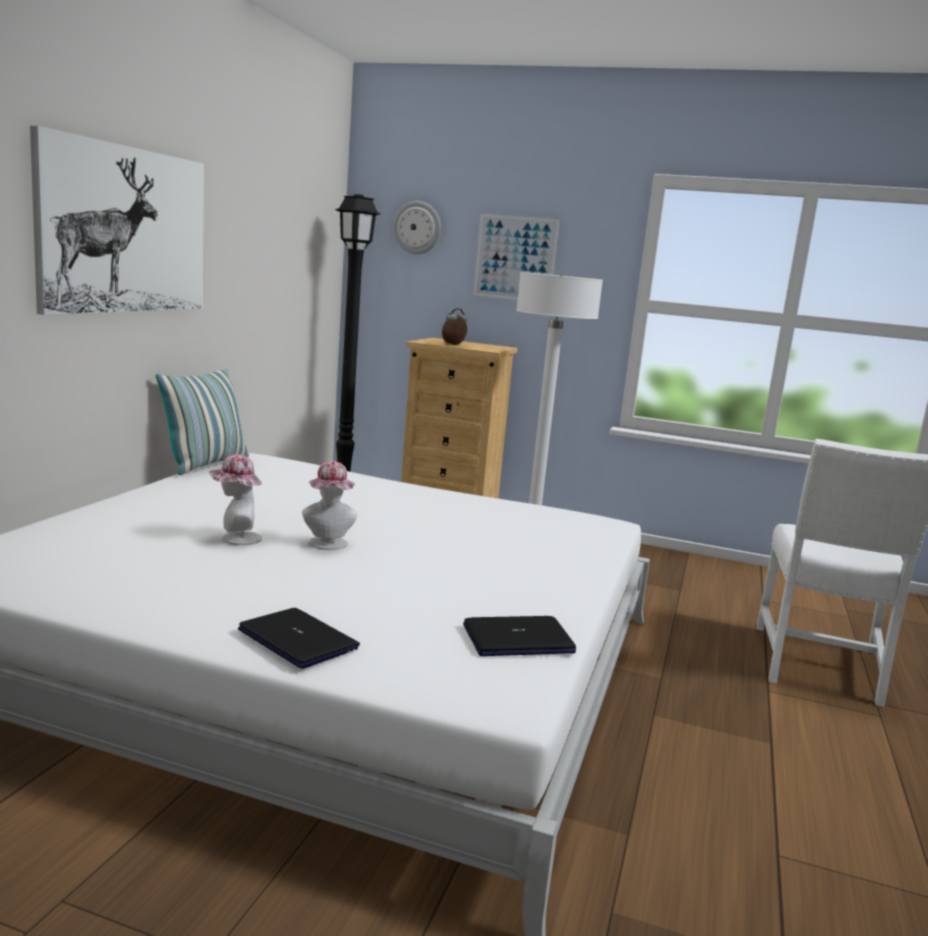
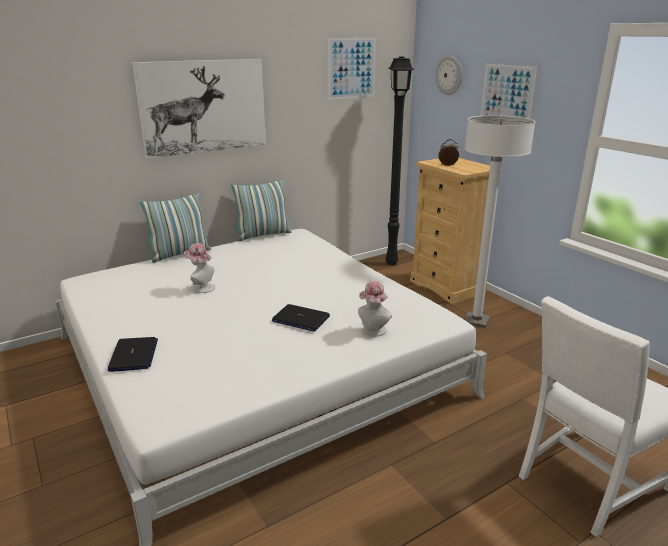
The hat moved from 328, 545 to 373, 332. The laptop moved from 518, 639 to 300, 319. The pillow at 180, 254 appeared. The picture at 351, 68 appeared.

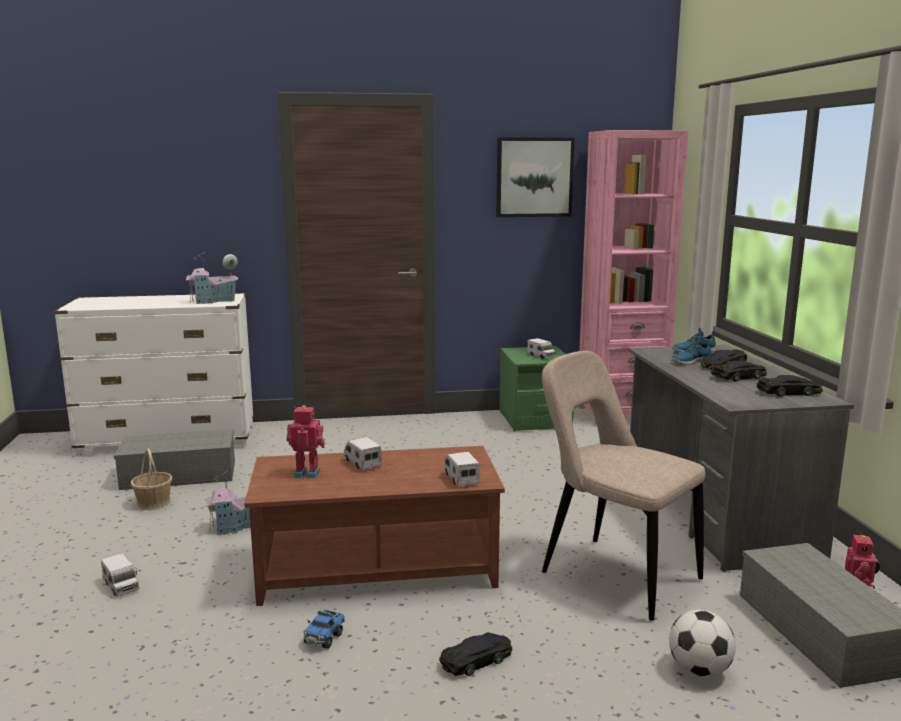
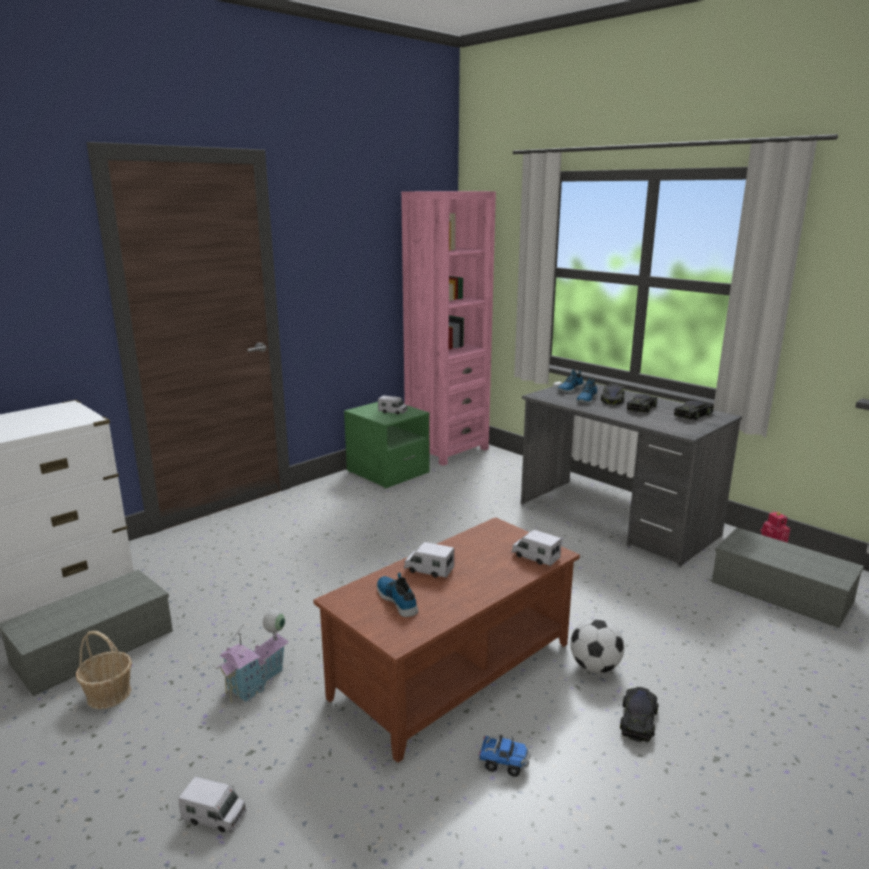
The toy house at 214, 301 disappeared. The toy robot at 307, 473 was replaced by the shoe at 398, 599. The toy truck at 324, 638 turned 60 degrees counterclockwise. The picture at 534, 177 disappeared. The chair in beige at 614, 574 disappeared. The football moved from 699, 670 to 595, 667.

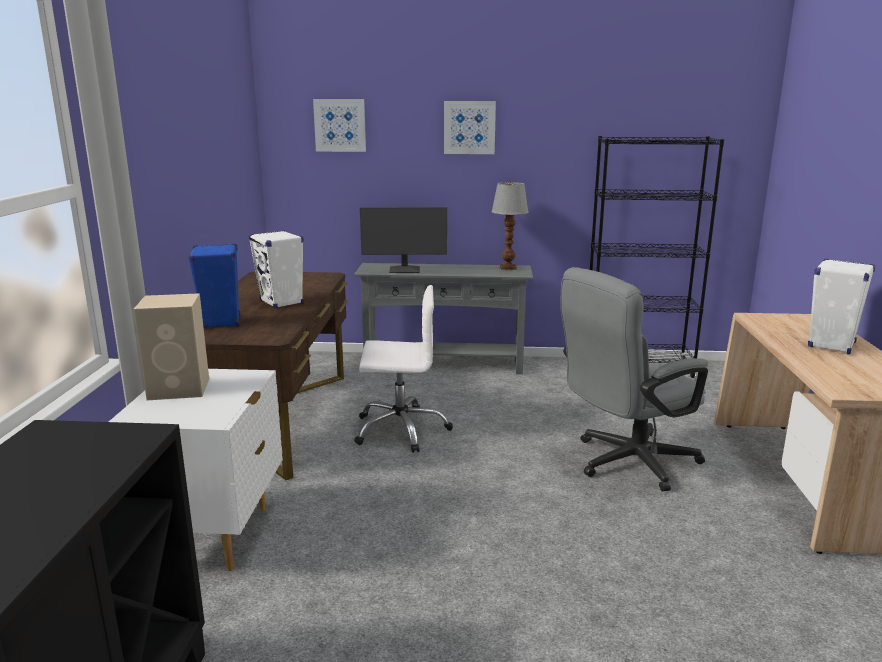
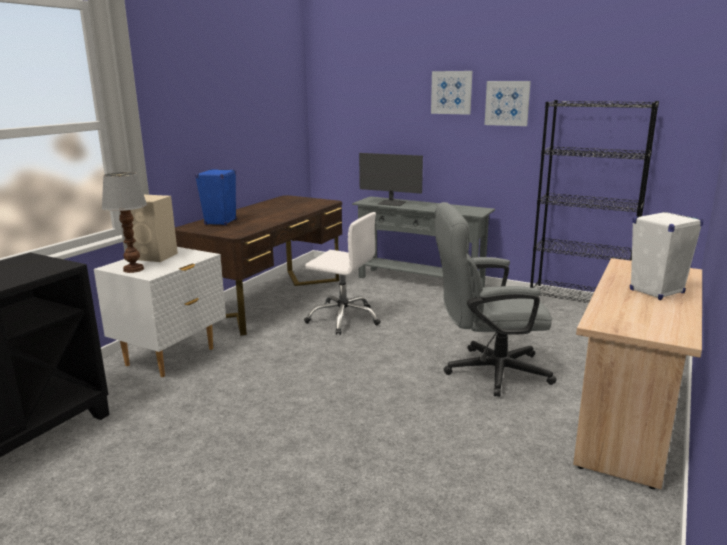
The speaker in white at 281, 302 disappeared. The picture moved from 340, 125 to 507, 103. The table lamp moved from 508, 268 to 133, 269.

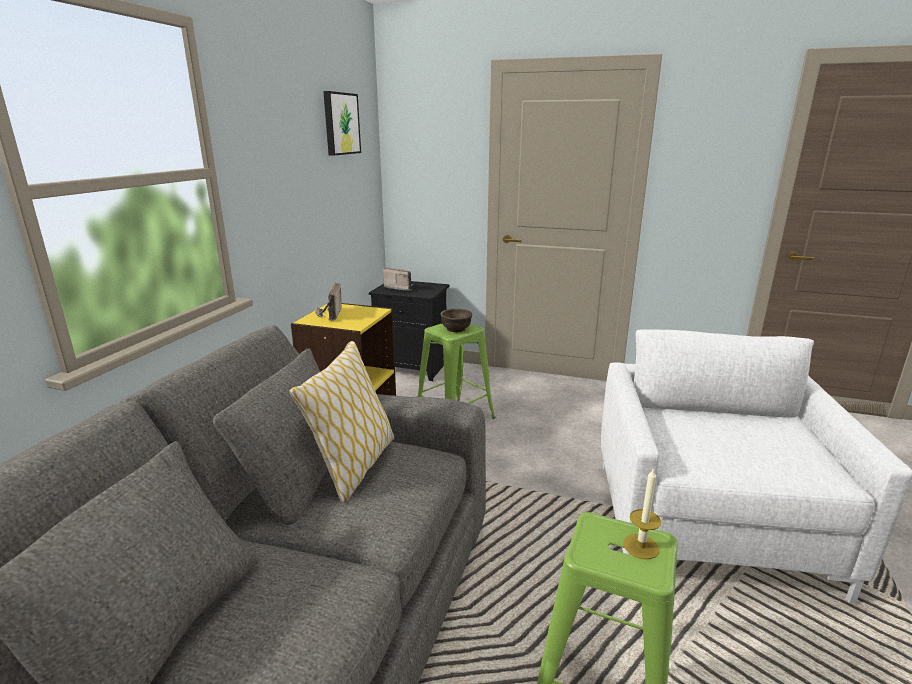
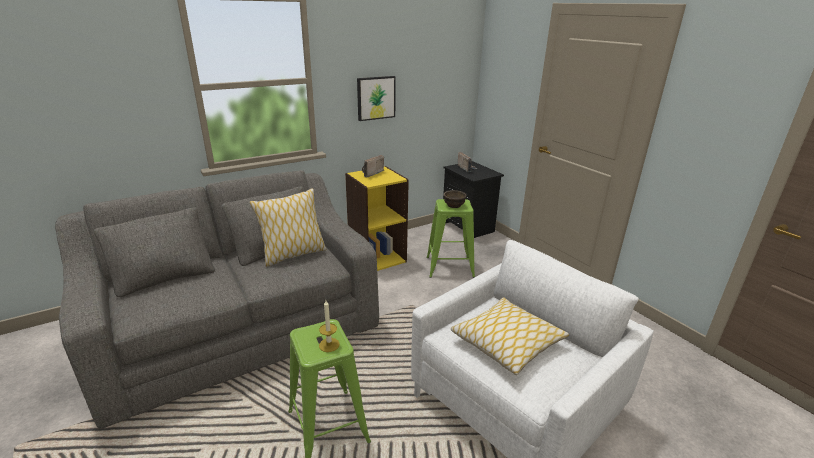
The picture moved from 340, 124 to 375, 98. The pillow at 507, 343 appeared.

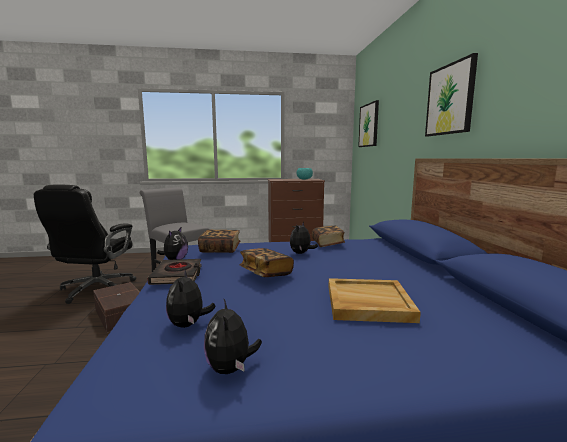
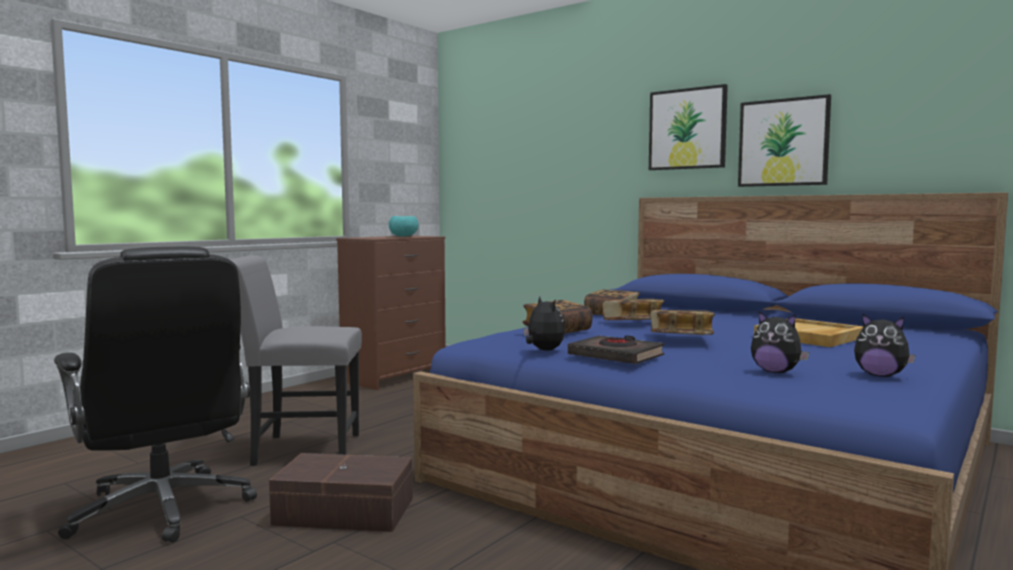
The plush toy at 301, 253 was replaced by the book at 632, 323. The picture moved from 369, 125 to 783, 142.

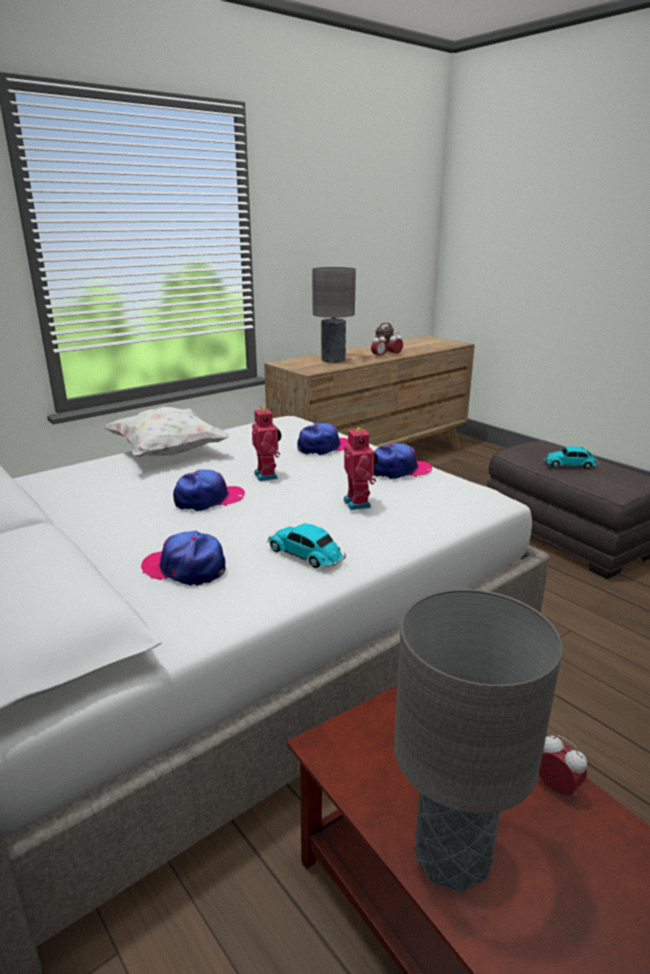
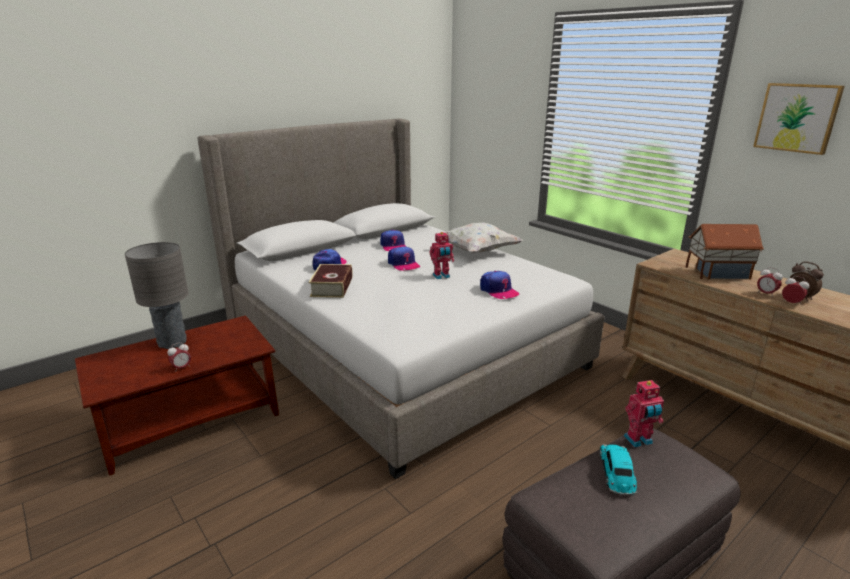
The toy car at 306, 555 was replaced by the book at 332, 287. The table lamp in grey at 333, 360 was replaced by the toy house at 717, 273. The toy robot moved from 359, 503 to 639, 441. The cap moved from 399, 470 to 393, 246. The picture at 797, 117 appeared.

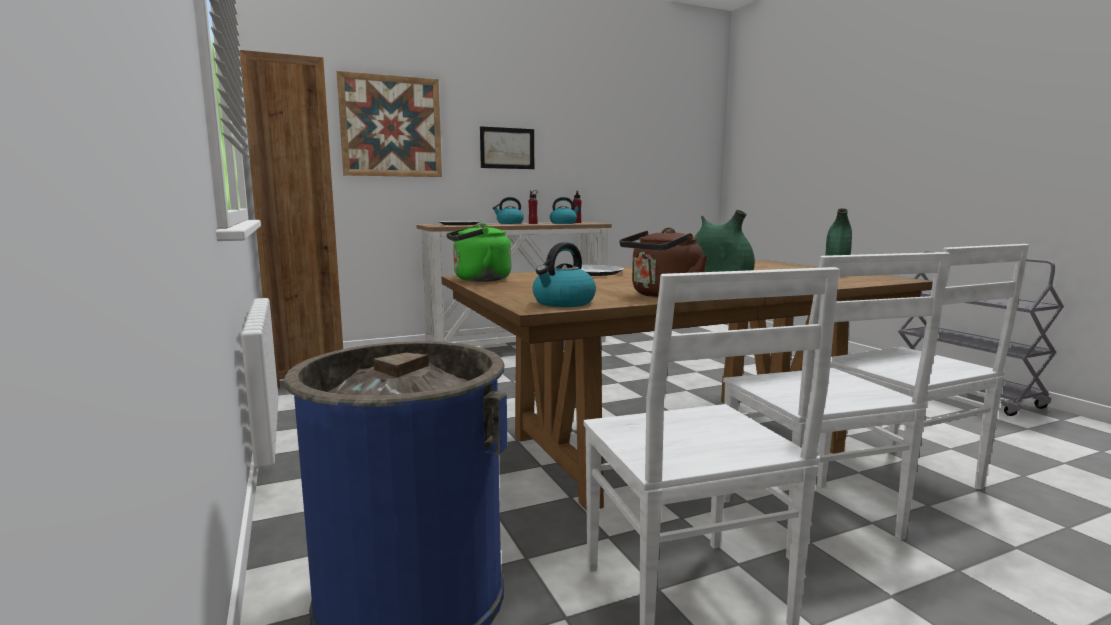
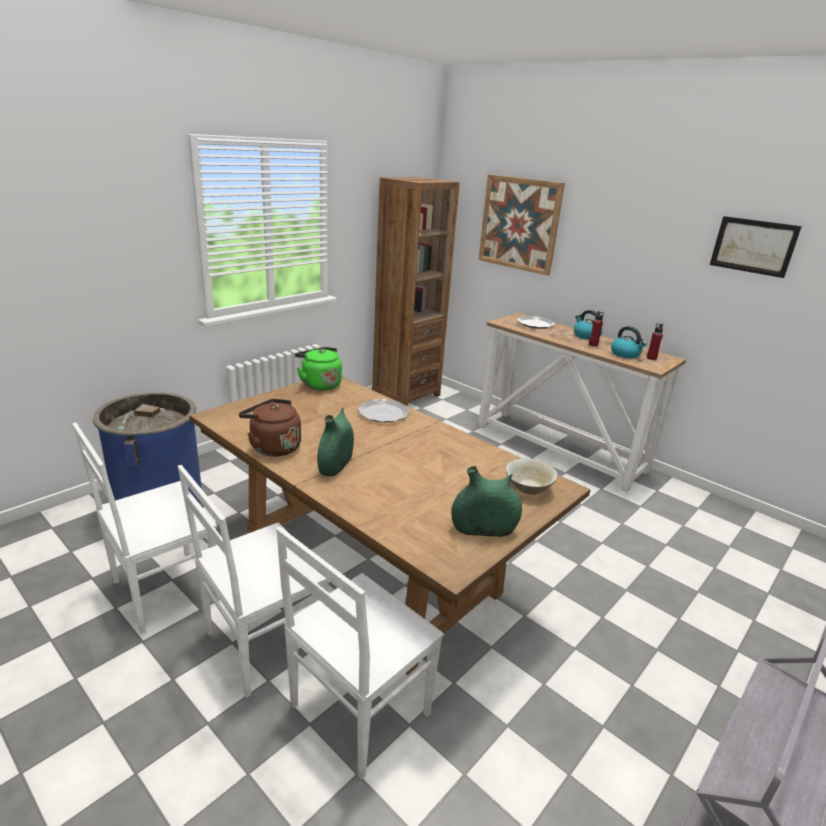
The picture moved from 507, 148 to 753, 246. The kettle at 563, 303 disappeared. The bowl in beige at 528, 488 appeared.

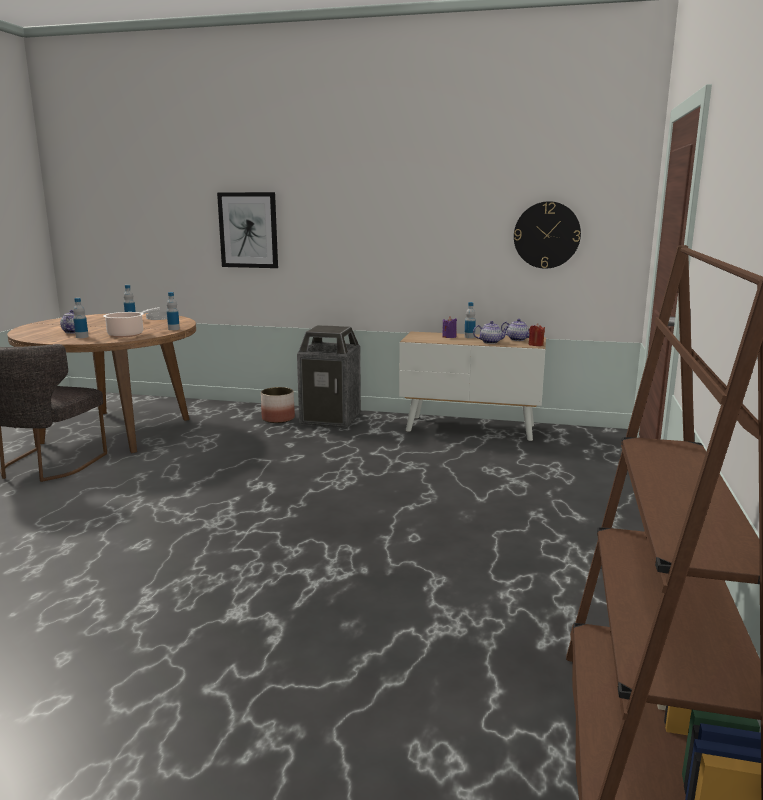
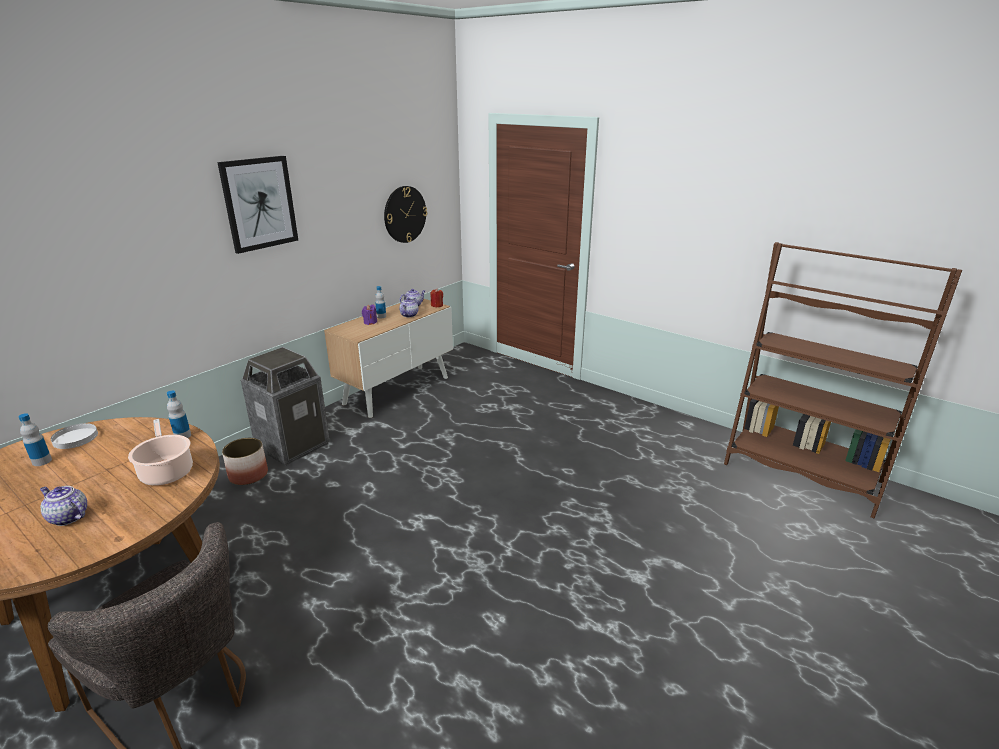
The bottle at 82, 337 disappeared. The picture moved from 248, 230 to 259, 203.

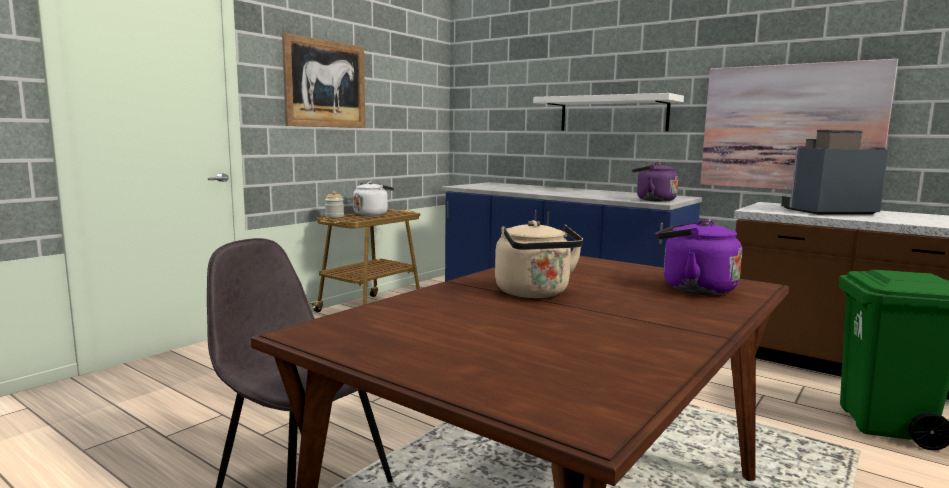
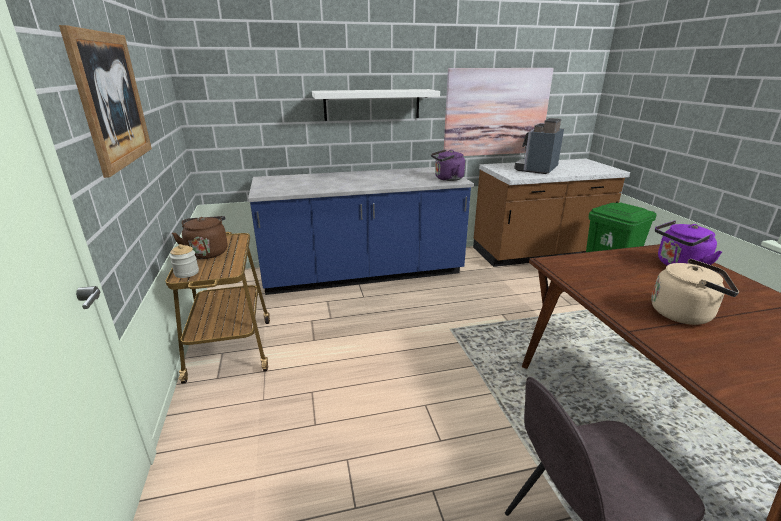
The kettle in white at 372, 214 became the kettle in brown at 207, 252.

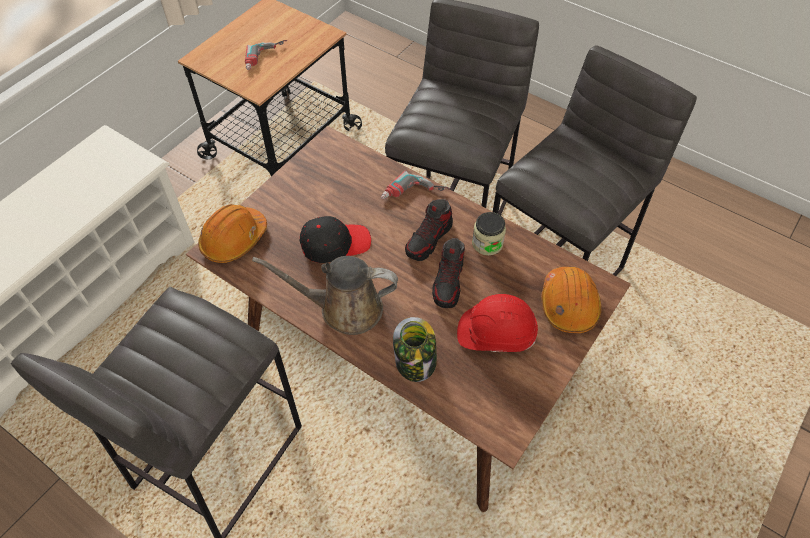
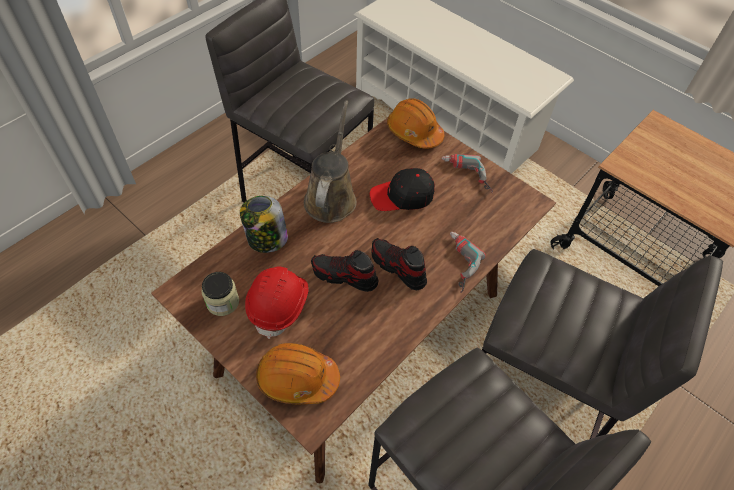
The power drill moved from 266, 58 to 465, 177. The cap in black at 335, 243 turned 90 degrees clockwise. The jar moved from 487, 243 to 223, 302.

